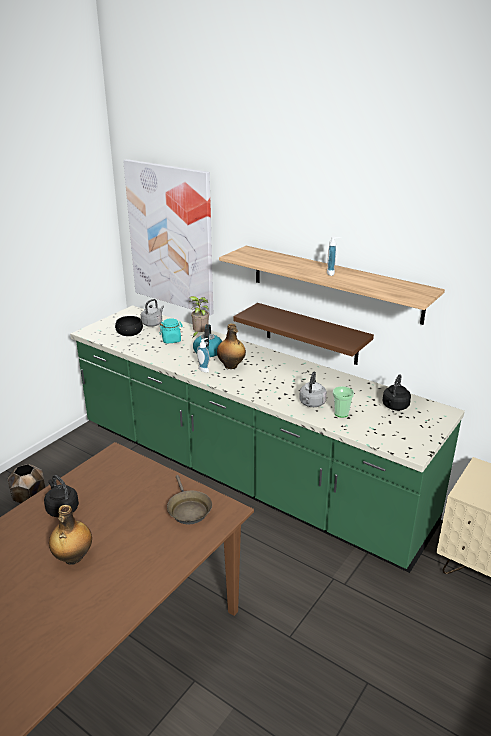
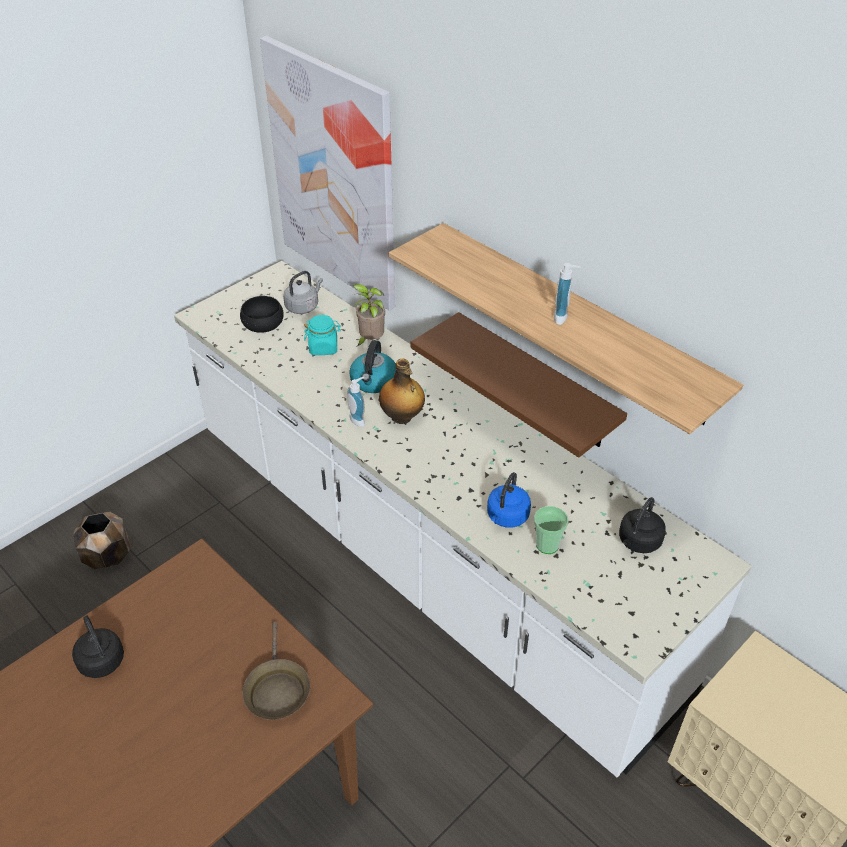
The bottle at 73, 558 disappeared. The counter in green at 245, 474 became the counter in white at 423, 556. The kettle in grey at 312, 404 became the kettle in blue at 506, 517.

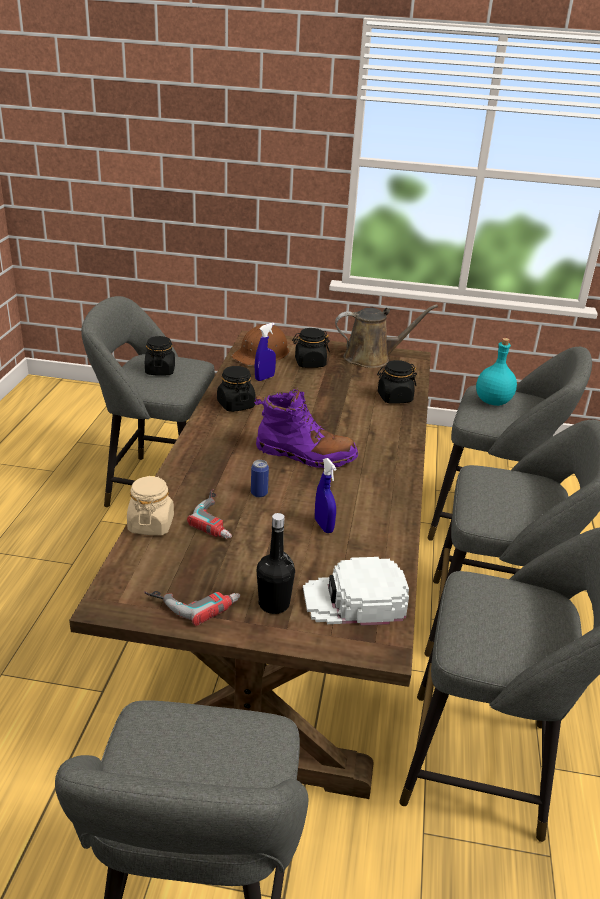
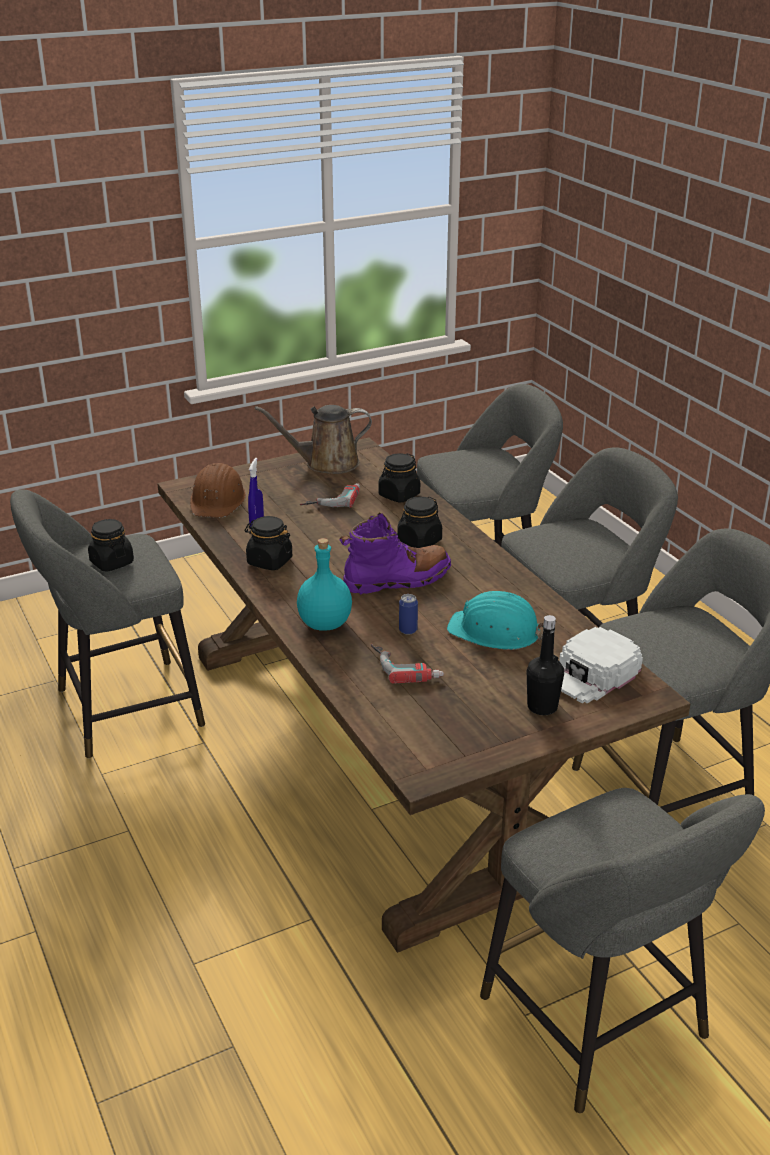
The jar in beige at 151, 524 disappeared. The power drill moved from 193, 600 to 331, 499. The jar in black moved from 310, 363 to 419, 541. The spray bottle in blue at 324, 526 was replaced by the hard hat in turquoise at 495, 631. The watering can in brown at 371, 358 turned 150 degrees counterclockwise. The bottle in turquoise moved from 493, 402 to 326, 624.

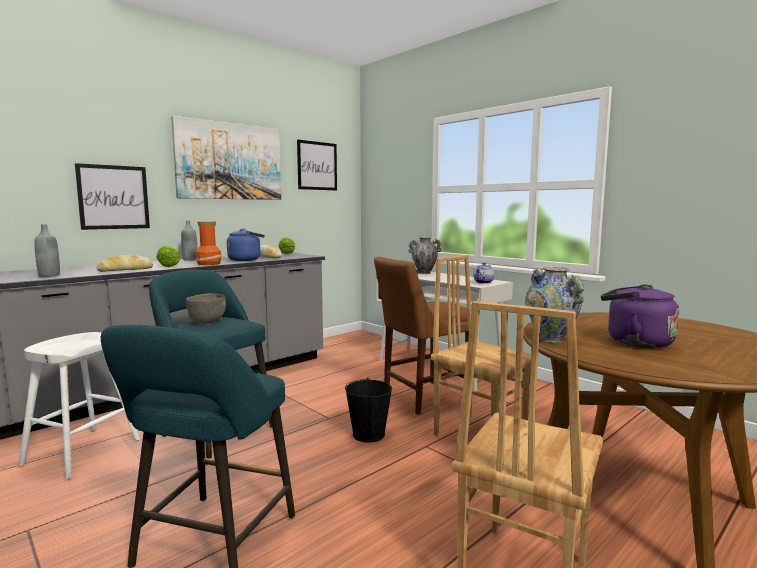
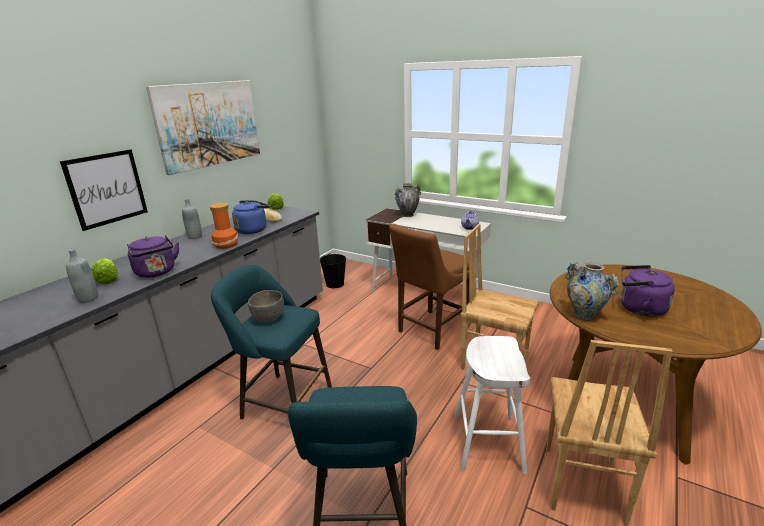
The stool in white moved from 82, 452 to 488, 442. The bread at 125, 270 was replaced by the kettle in purple at 157, 273. The lettuce moved from 172, 265 to 109, 278. The picture at 317, 166 disappeared. The bucket in black moved from 369, 434 to 335, 284.

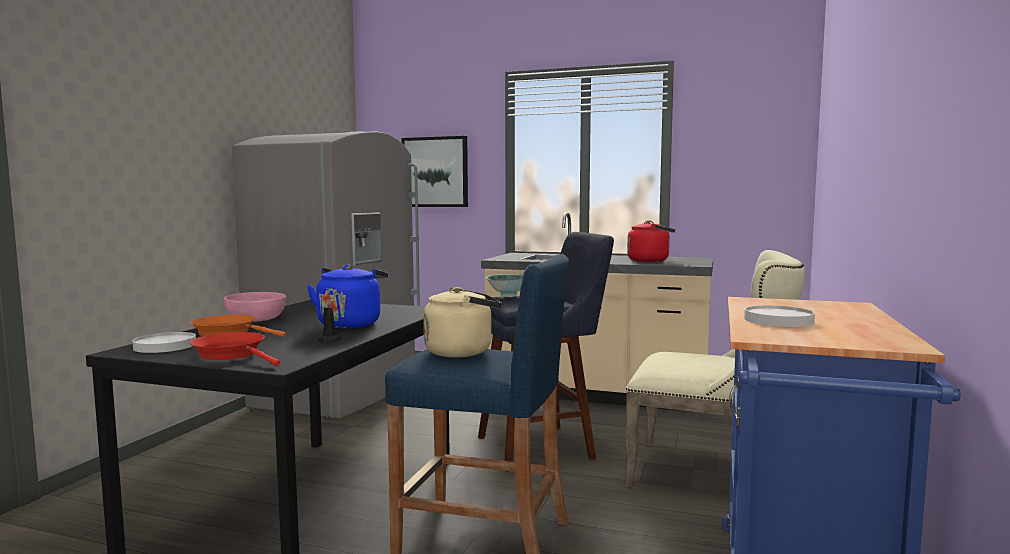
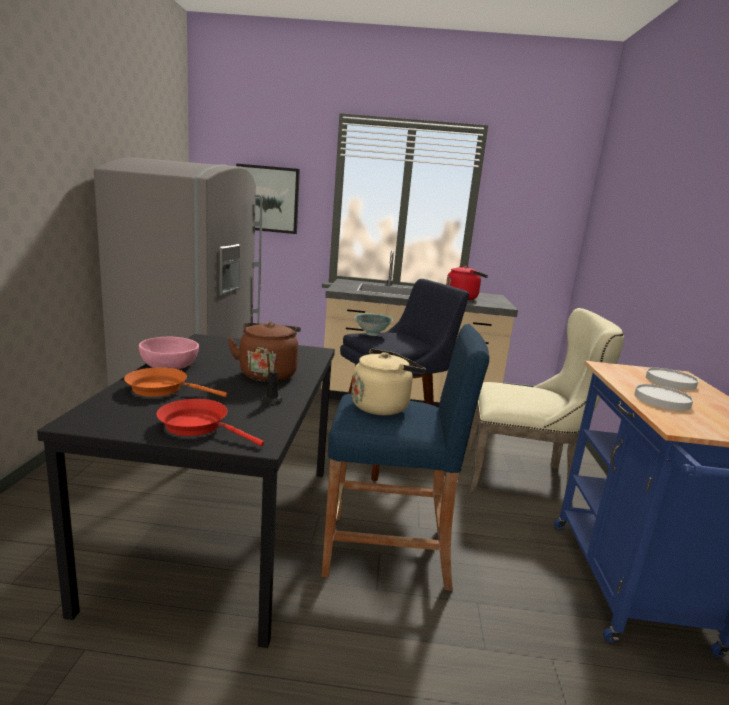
The plate in white moved from 165, 346 to 670, 381. The kettle in blue at 350, 323 became the kettle in brown at 268, 374.

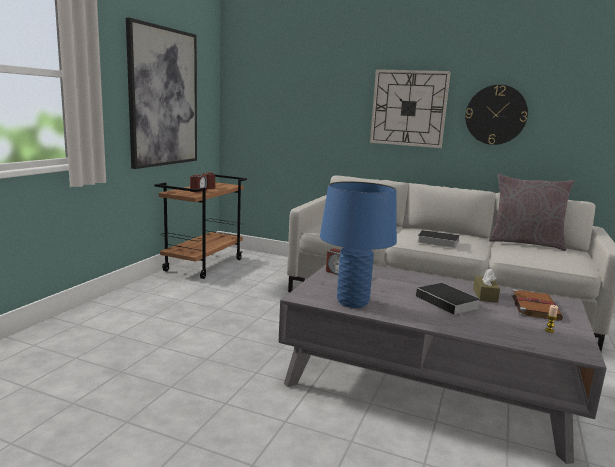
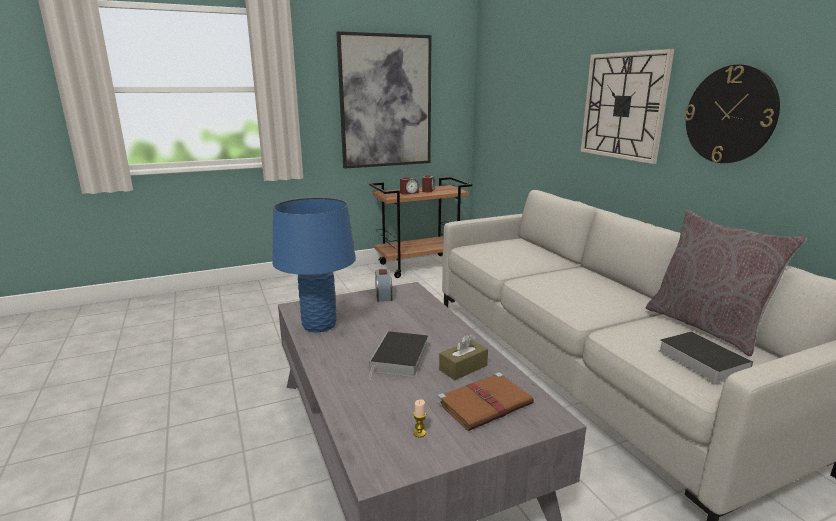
The book moved from 436, 241 to 699, 360.

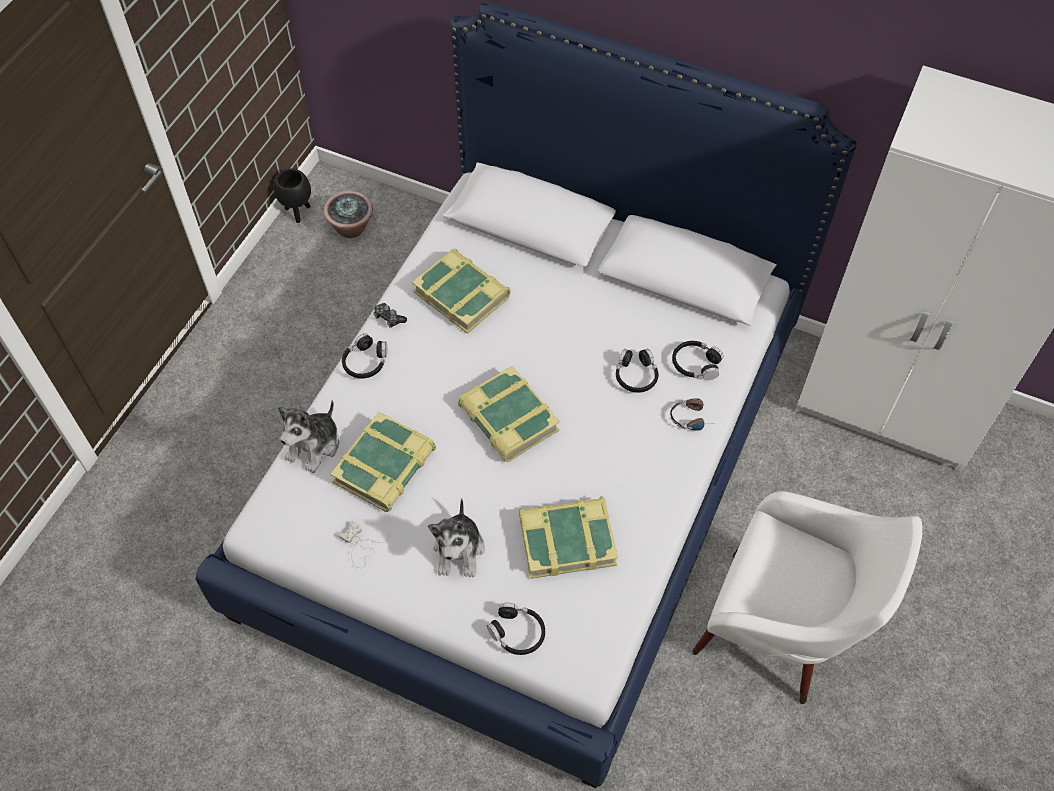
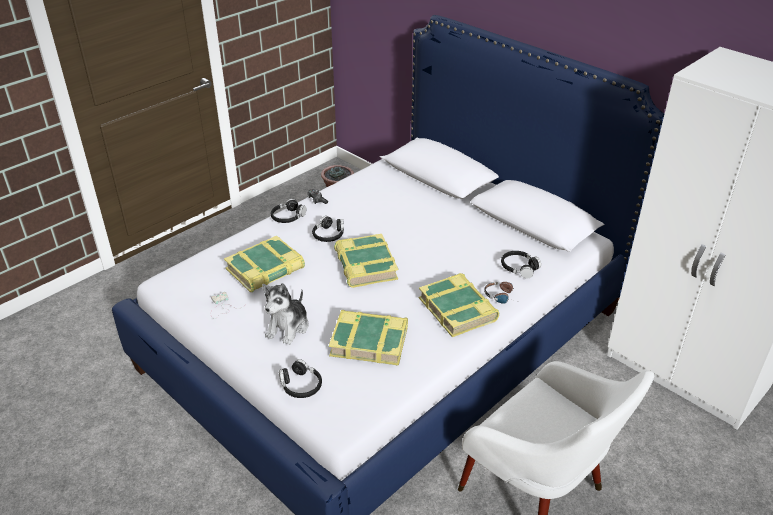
The planter in black at 298, 212 disappeared. The plush toy at 314, 446 disappeared. The book moved from 462, 294 to 458, 309. The headphones in black moved from 636, 375 to 329, 235.

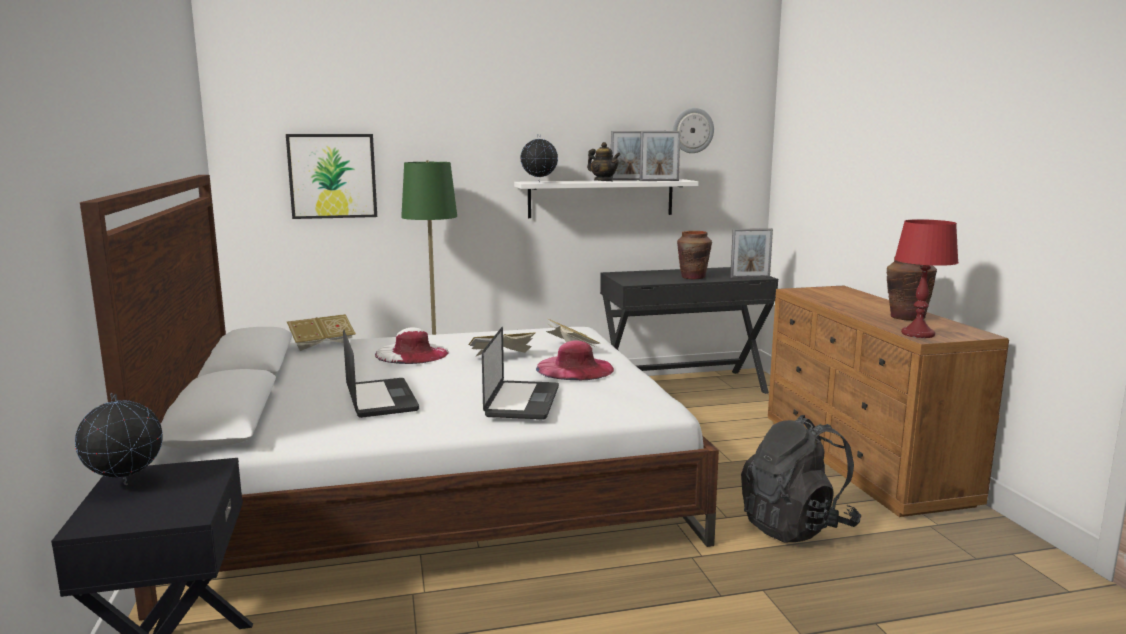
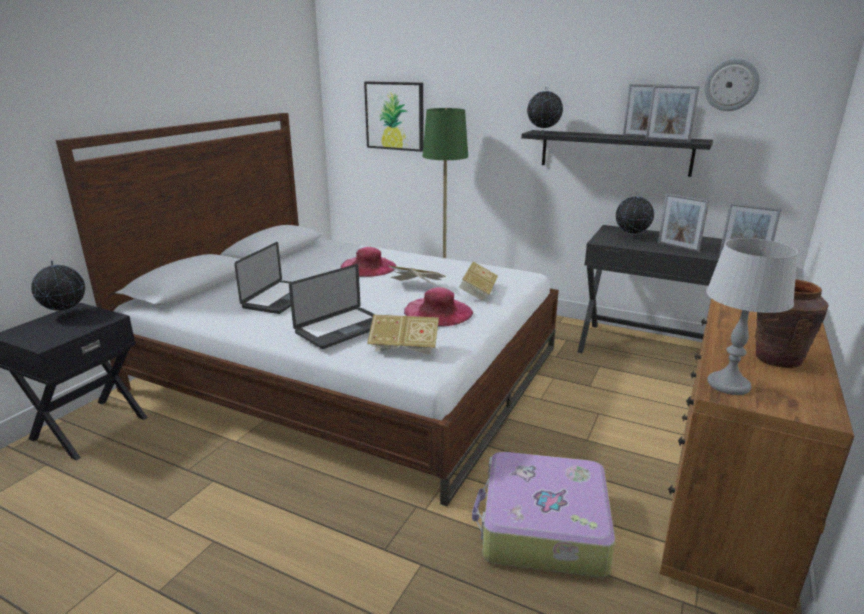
The book moved from 322, 345 to 404, 348. The hat in white at 412, 353 became the hat in pink at 368, 267. The shelf in white at 601, 198 became the shelf in black at 615, 152. The teapot at 603, 181 disappeared. The vase in brown at 693, 277 was replaced by the picture frame at 678, 247. The backpack in black at 796, 526 was replaced by the suitcase at 542, 527. The table lamp in red at 918, 334 became the table lamp in grey at 729, 385. The globe at 631, 237 appeared.

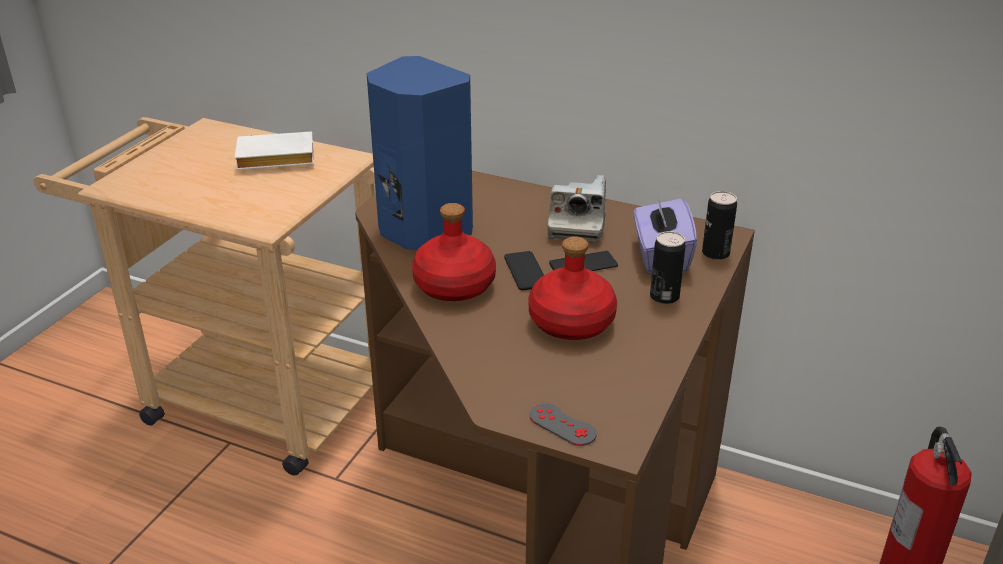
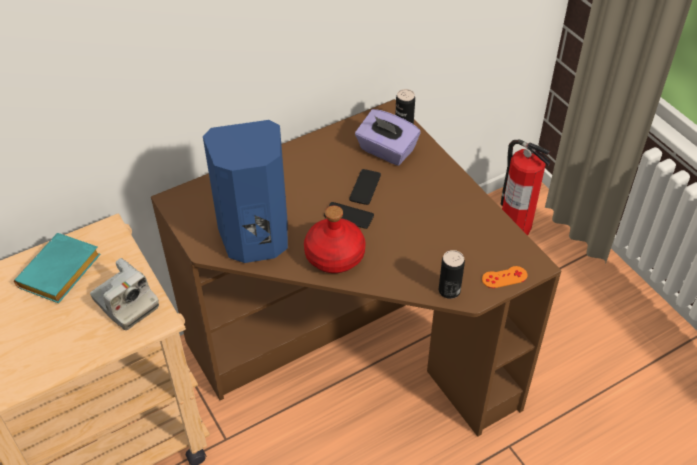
The book in white at 273, 159 became the book in turquoise at 60, 274. The bottle in red at 571, 323 disappeared. The game controller in grey at 562, 425 became the game controller in orange at 504, 277. The photo camera moved from 577, 225 to 125, 303. The can moved from 664, 297 to 449, 290.

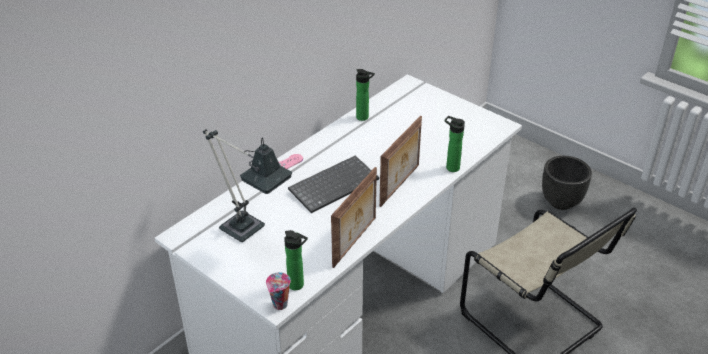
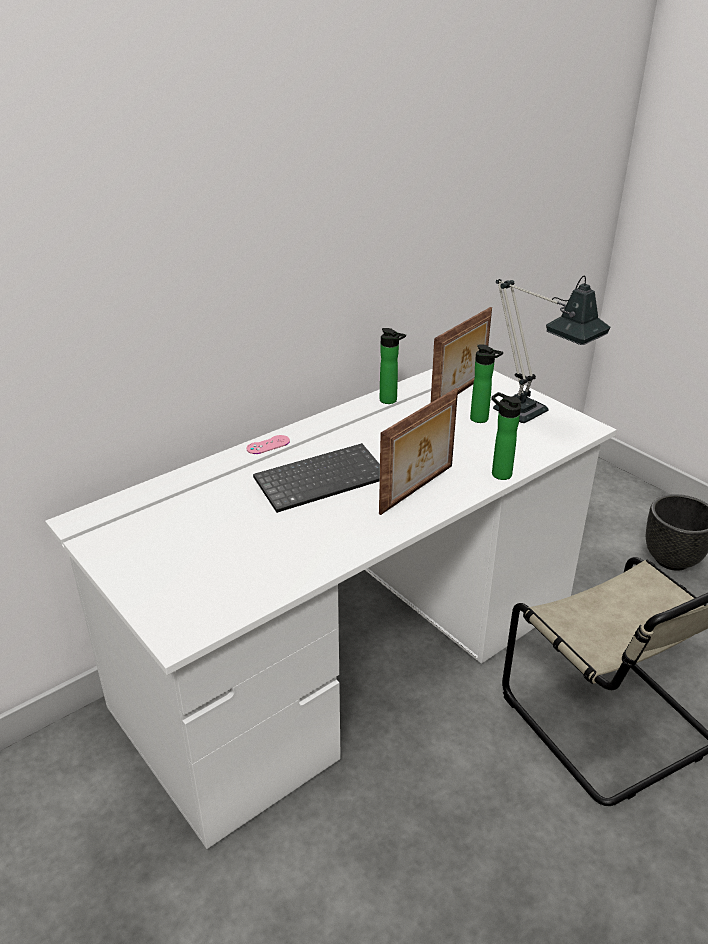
The table lamp moved from 249, 232 to 530, 416. The cup at 280, 305 disappeared. The bottle moved from 298, 285 to 481, 419. The picture frame moved from 356, 242 to 460, 393.

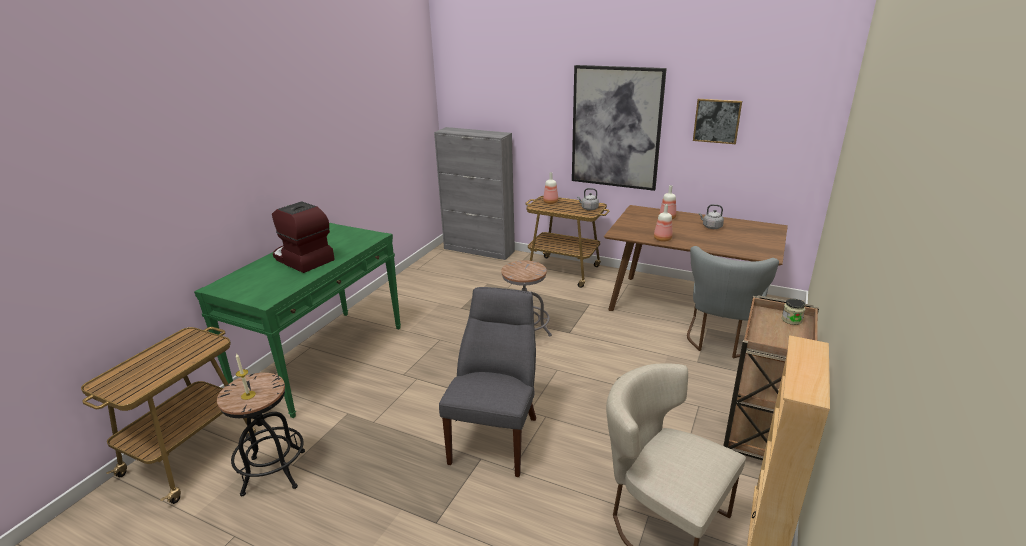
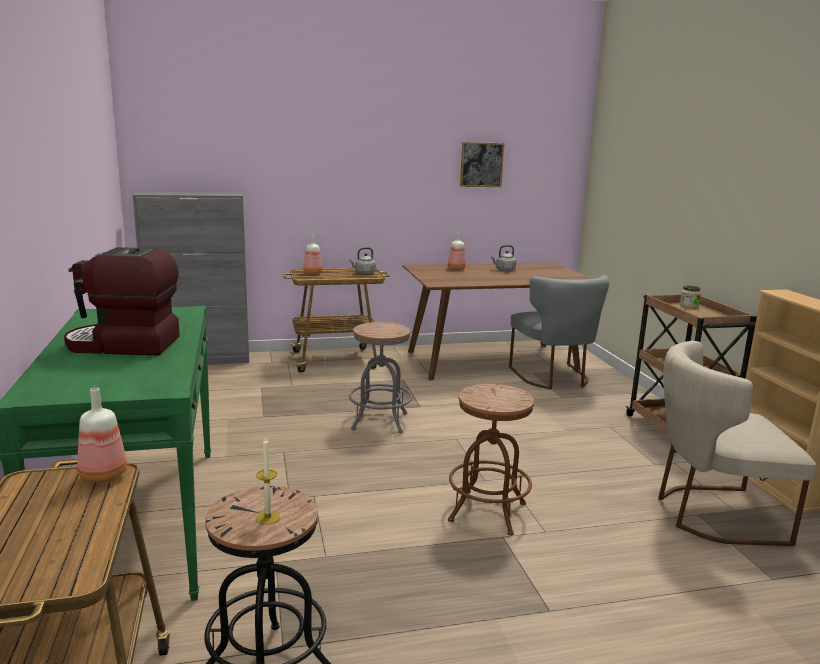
The chair in grey at 496, 436 was replaced by the stool in brown at 487, 512. The picture at 616, 128 disappeared. The bottle moved from 662, 239 to 102, 476.

